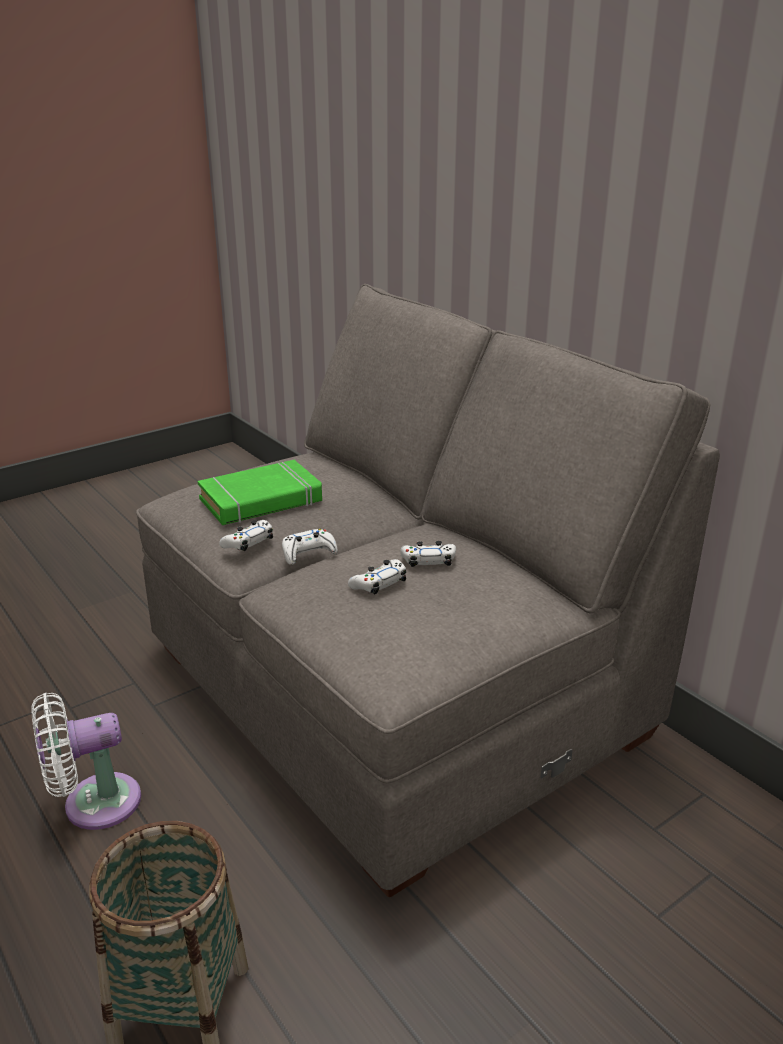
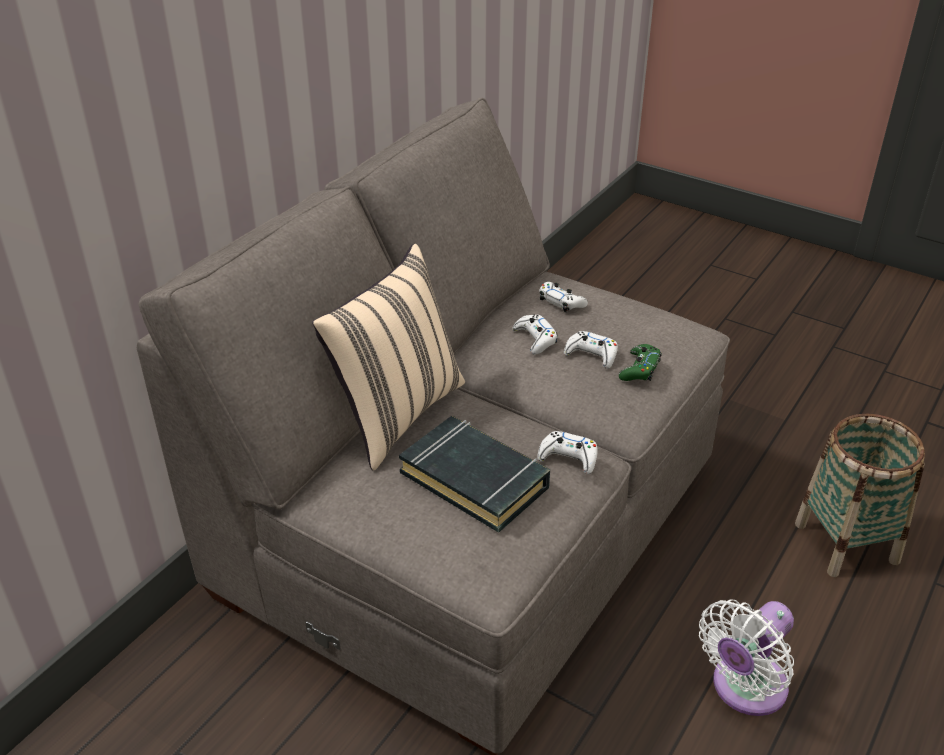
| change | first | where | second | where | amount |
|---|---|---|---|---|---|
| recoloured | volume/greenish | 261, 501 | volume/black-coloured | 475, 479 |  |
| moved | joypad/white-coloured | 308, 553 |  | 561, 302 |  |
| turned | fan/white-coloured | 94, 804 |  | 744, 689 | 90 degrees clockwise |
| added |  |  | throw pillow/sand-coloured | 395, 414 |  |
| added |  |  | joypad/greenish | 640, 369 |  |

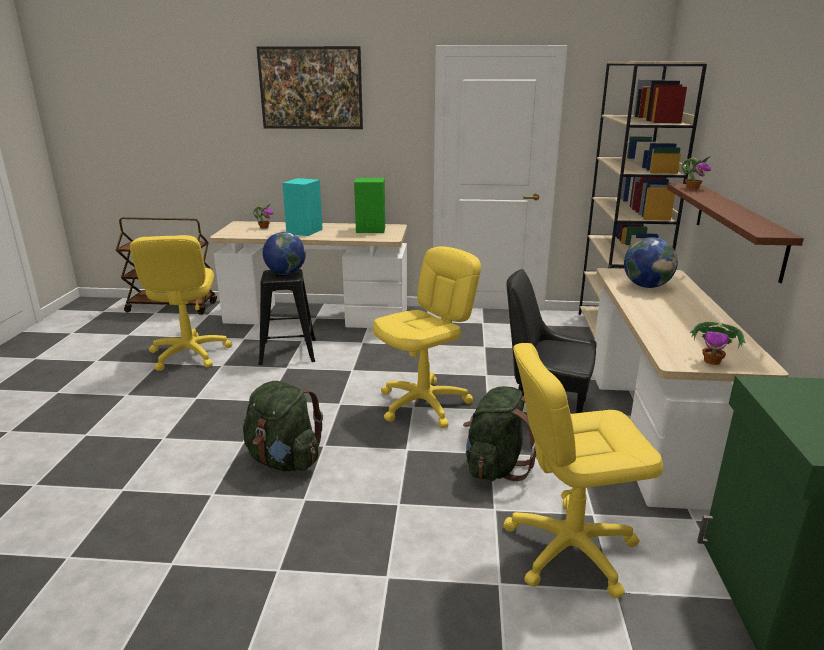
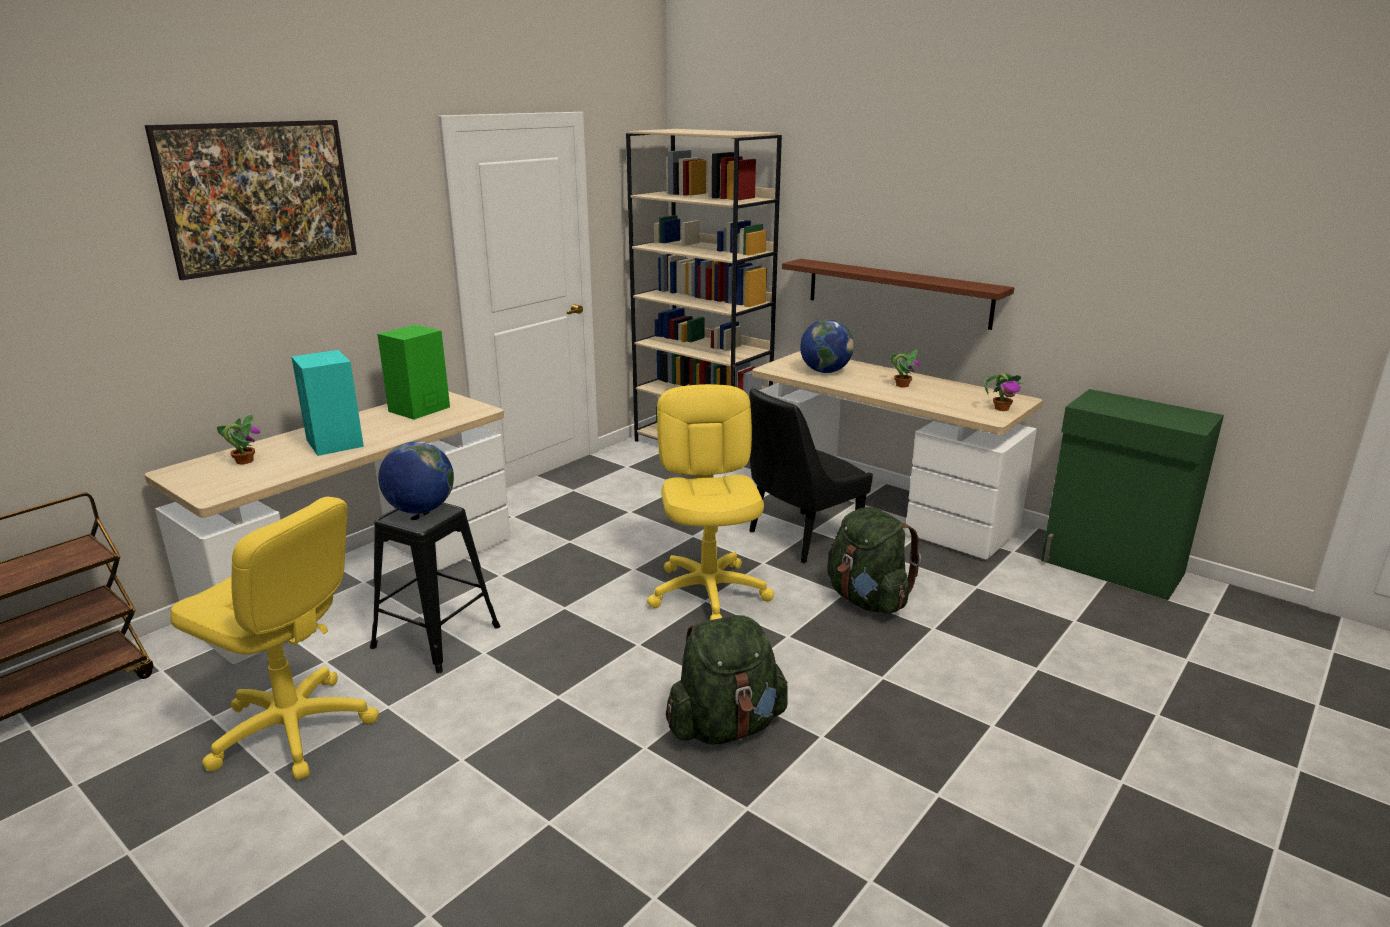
| change | first | where | second | where | amount |
|---|---|---|---|---|---|
| moved | potted plant | 692, 188 |  | 902, 385 |  |
| removed | office chair/yellow | 570, 549 |  |  |  |

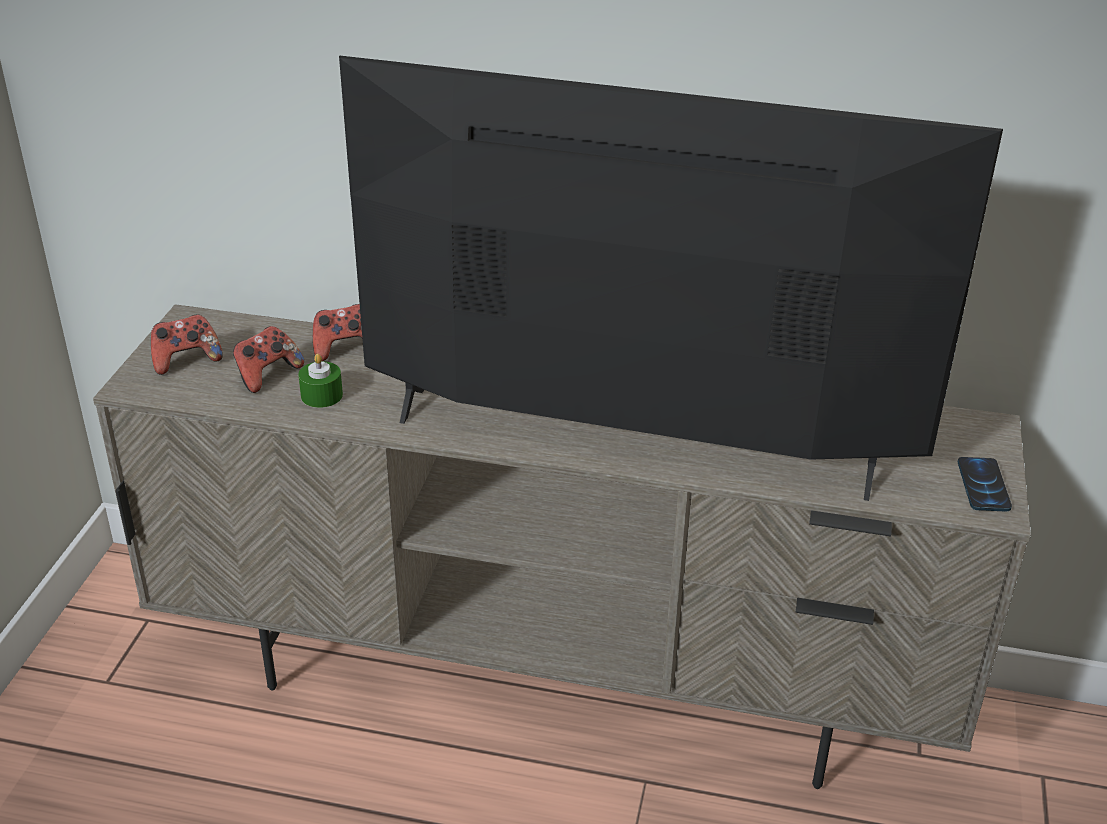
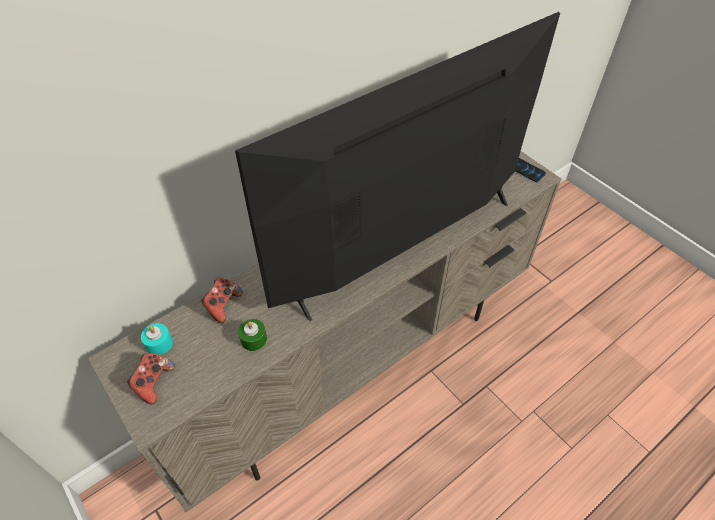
| change | first | where | second | where | amount |
|---|---|---|---|---|---|
| removed | joypad | 267, 374 |  |  |  |
| added |  |  | wax light/turquoise | 159, 343 |  |

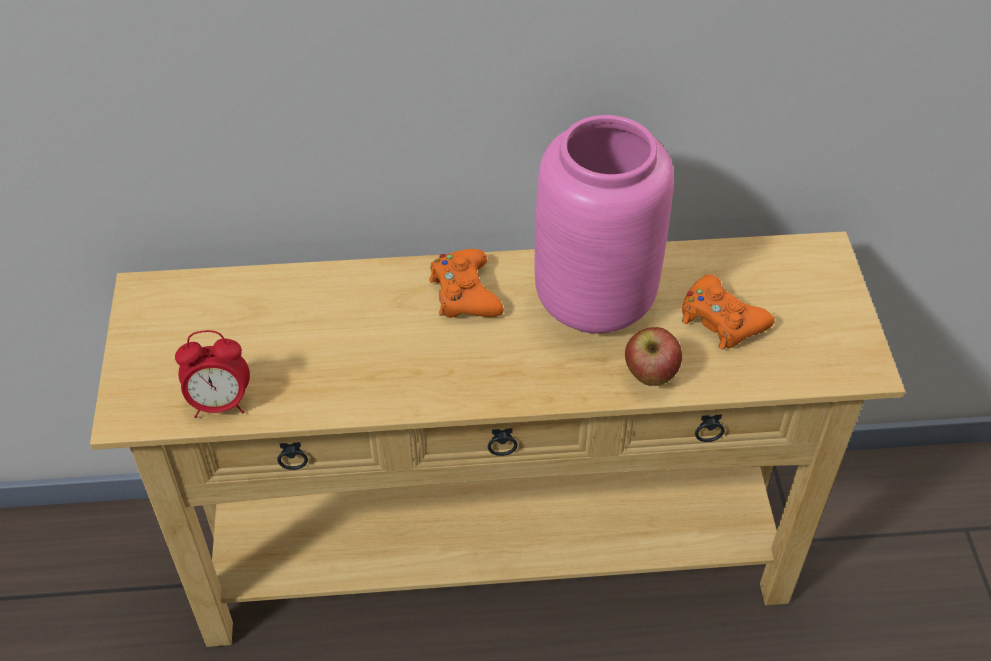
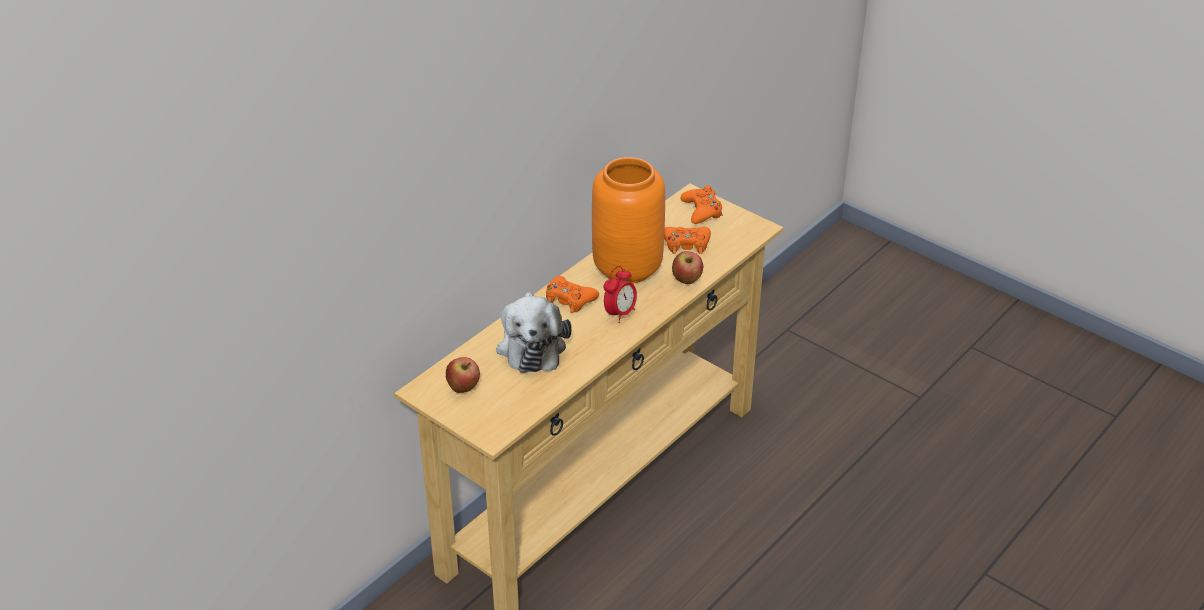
| change | first | where | second | where | amount |
|---|---|---|---|---|---|
| recoloured | decorative vase/pinkish | 597, 301 | decorative vase/orange-coloured | 628, 268 |  |
| moved | alarm clock | 220, 403 |  | 620, 313 |  |
| added |  |  | joypad/orange-coloured | 702, 211 |  |
| added |  |  | soft toy | 531, 345 |  |
| added |  |  | whole apple | 464, 388 |  |

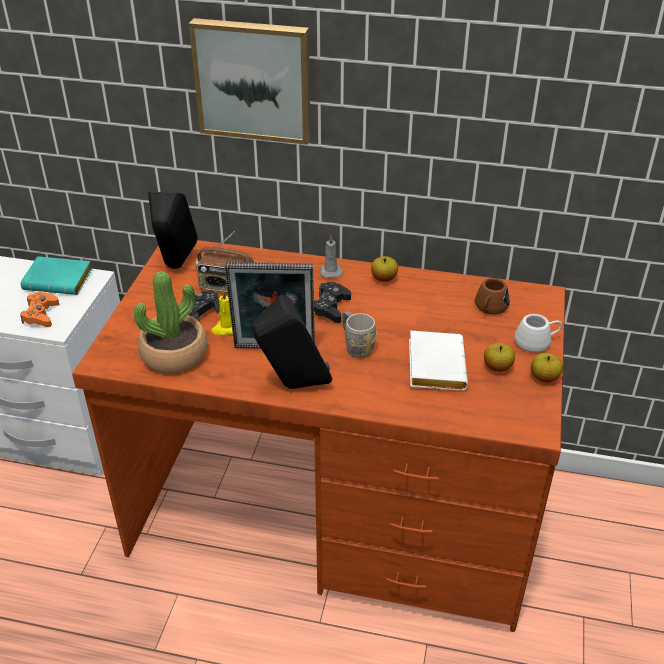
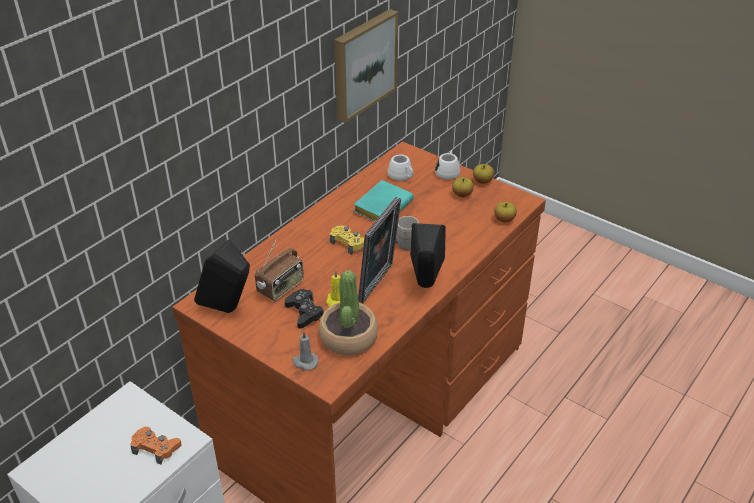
| change | first | where | second | where | amount |
|---|---|---|---|---|---|
| moved | wall art | 253, 80 |  | 363, 64 |  |
| moved | wax light/grey | 330, 271 |  | 304, 362 |  |
| moved | volume/turquoise | 60, 280 |  | 382, 206 |  |
| moved | whole apple | 384, 278 |  | 504, 219 |  |
| recoloured | mug/brownish | 489, 308 | mug/white-coloured | 402, 176 |  |
| recoloured | joypad/black-coloured | 330, 307 | joypad/yellow | 349, 243 |  |
| removed | volume/white-coloured | 433, 365 |  |  |  |

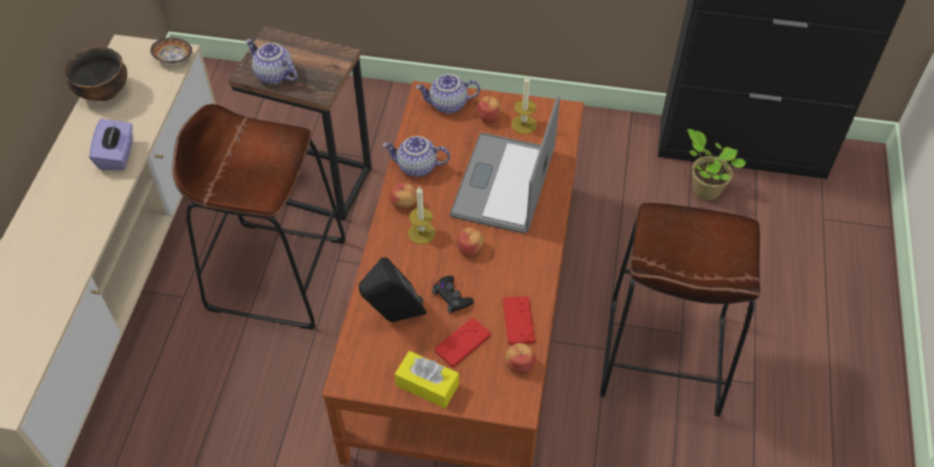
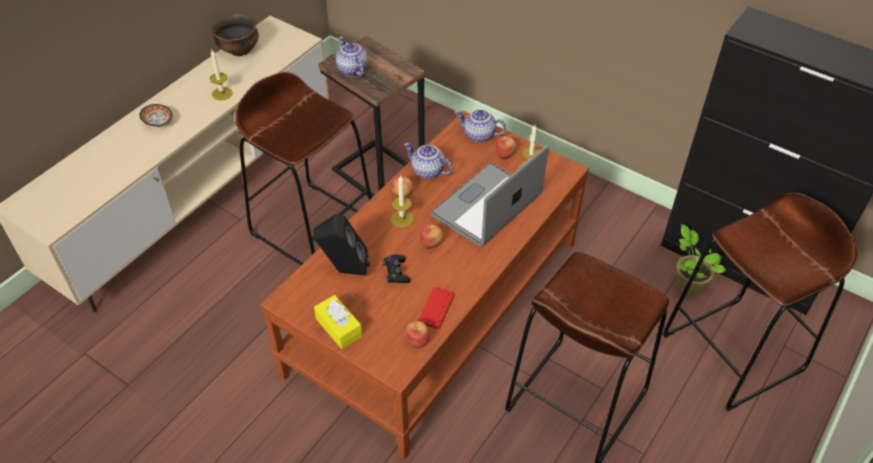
| change | first | where | second | where | amount |
|---|---|---|---|---|---|
| moved | bowl | 174, 59 |  | 158, 123 |  |
| replaced | tissue holder/purplish | 117, 155 | wax light | 222, 93 |  |
| removed | joypad/red | 462, 343 |  |  |  |
| added |  |  | stool seat/brownish | 733, 352 |  |

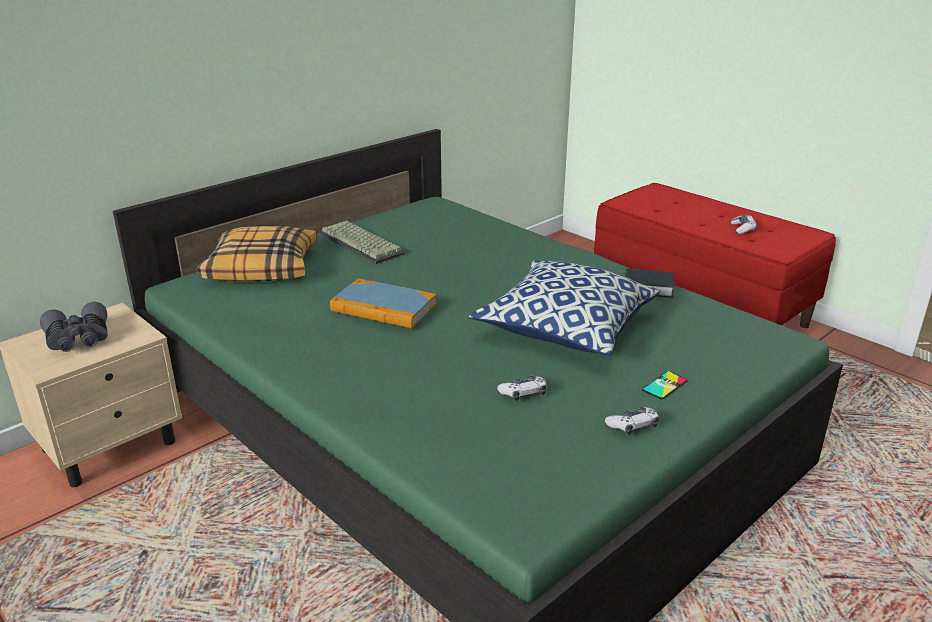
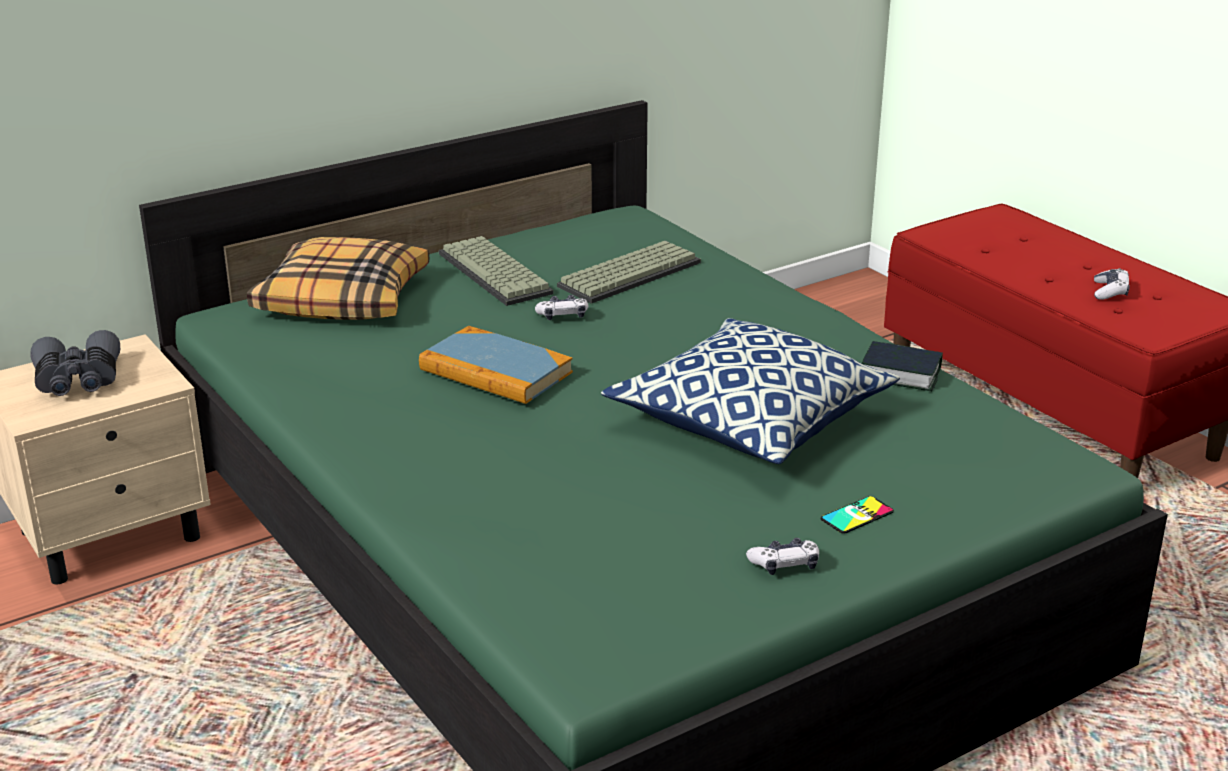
| change | first | where | second | where | amount |
|---|---|---|---|---|---|
| moved | joypad | 523, 393 |  | 563, 316 |  |
| added |  |  | PC keyboard | 629, 273 |  |

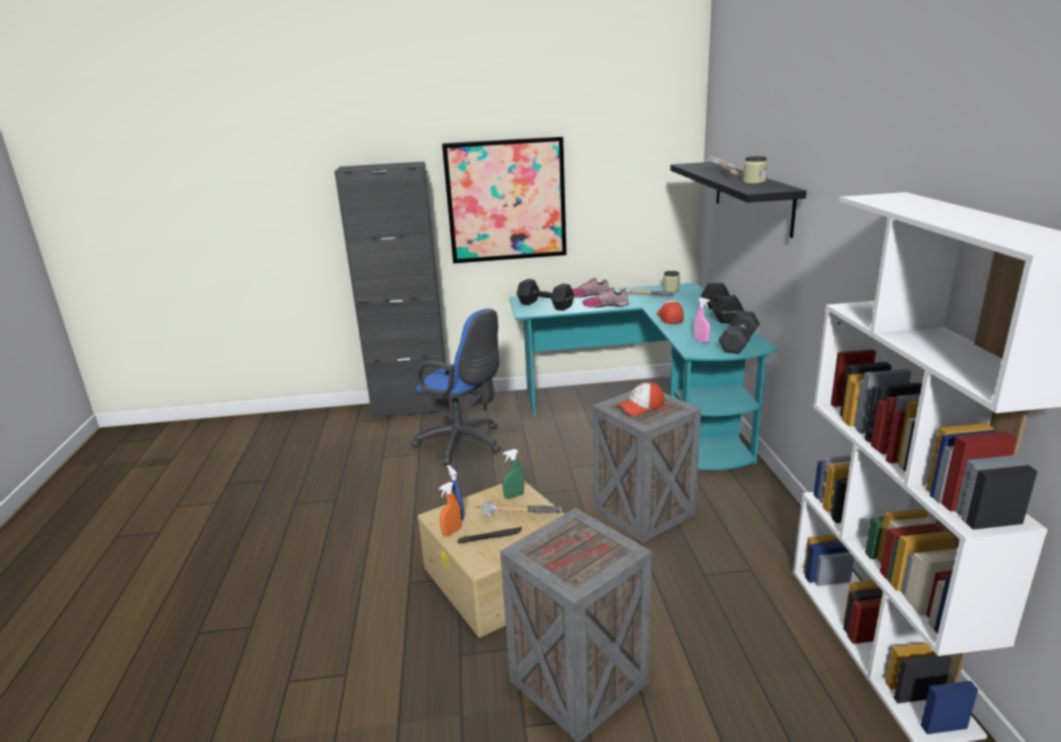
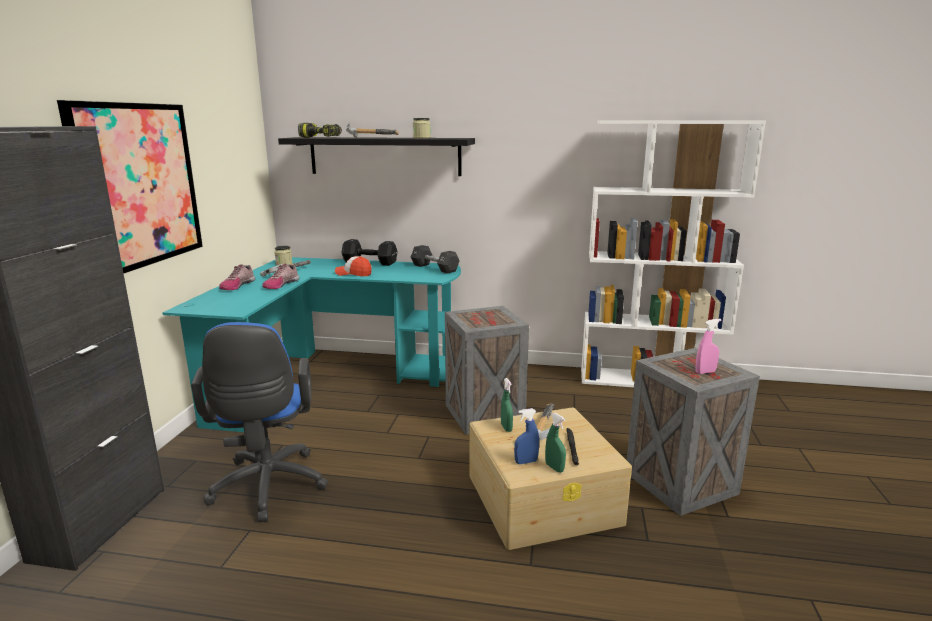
| change | first | where | second | where | amount |
|---|---|---|---|---|---|
| removed | dumbbell/black-coloured | 546, 306 |  |  |  |
| moved | hand sprayer/pinkish | 701, 341 |  | 705, 372 |  |
| turned | office chair/bluish | 464, 444 |  | 267, 489 | 120 degrees clockwise |
| removed | baseball cap | 641, 407 |  |  |  |
| recoloured | hand sprayer/orange-coloured | 451, 532 | hand sprayer/greenish | 554, 468 |  |
| added |  |  | power drill | 321, 137 |  |

